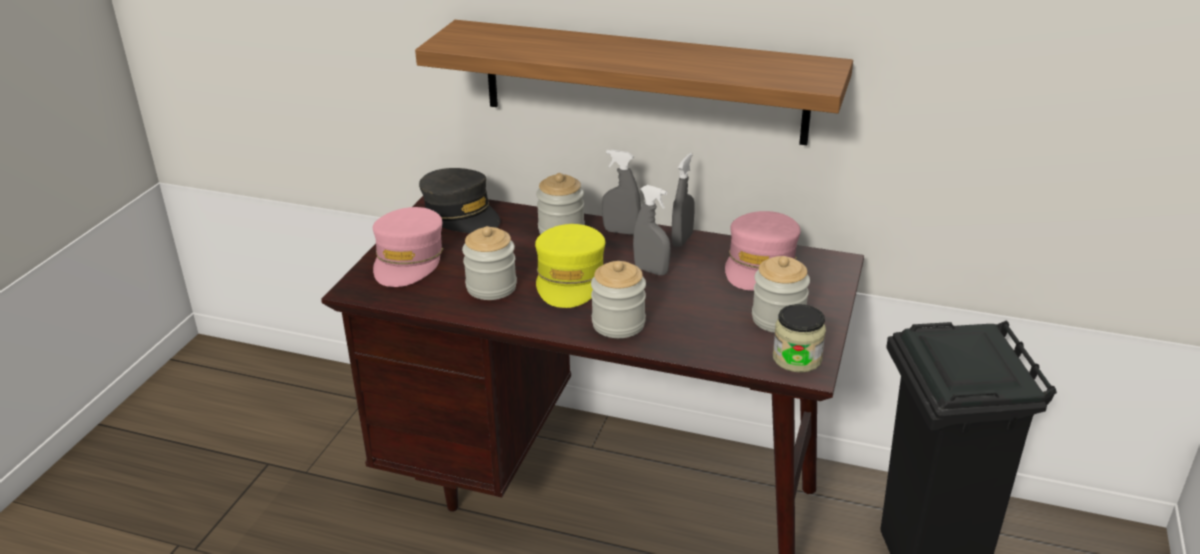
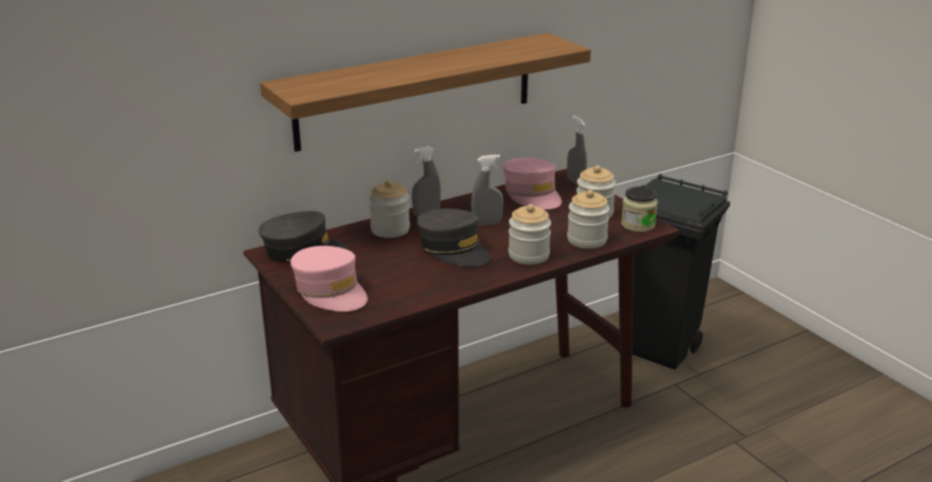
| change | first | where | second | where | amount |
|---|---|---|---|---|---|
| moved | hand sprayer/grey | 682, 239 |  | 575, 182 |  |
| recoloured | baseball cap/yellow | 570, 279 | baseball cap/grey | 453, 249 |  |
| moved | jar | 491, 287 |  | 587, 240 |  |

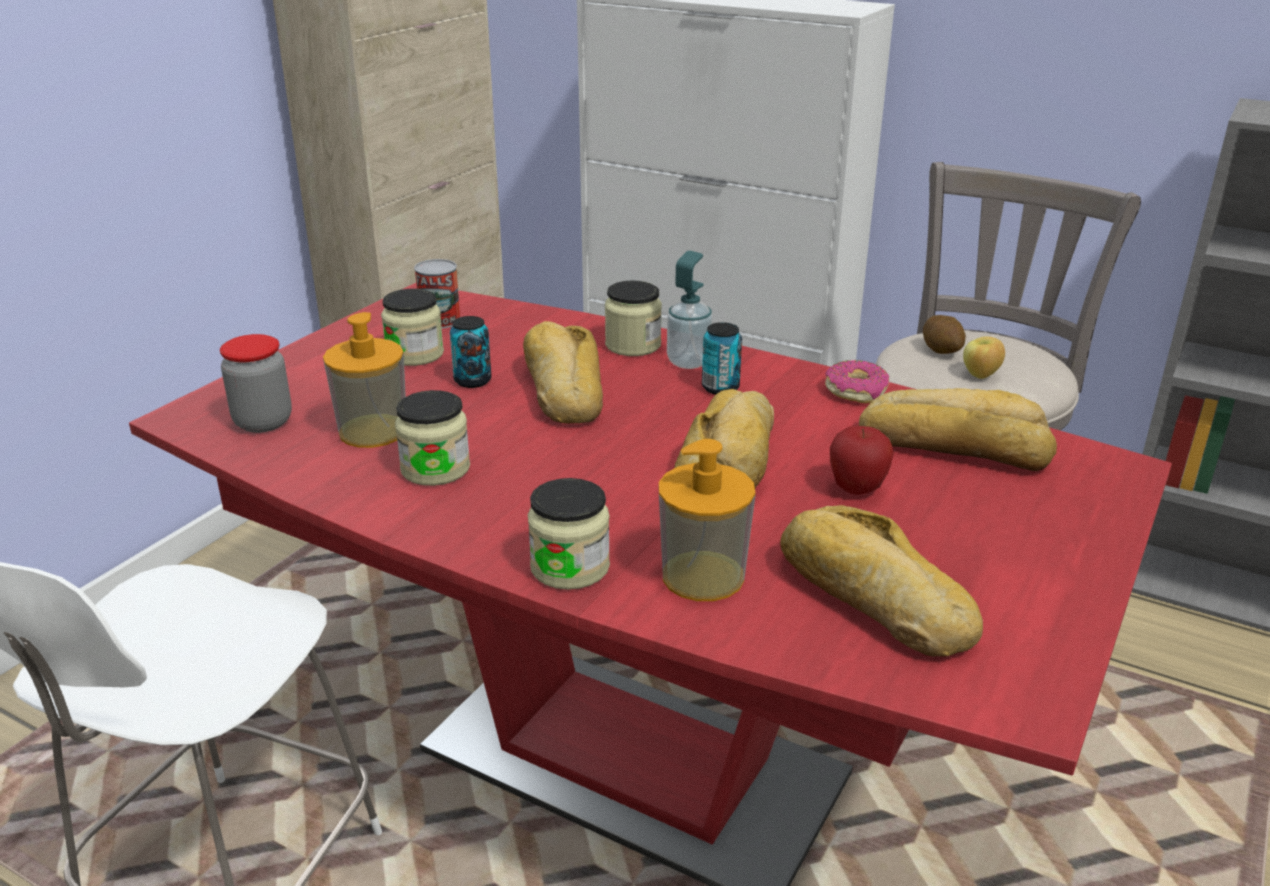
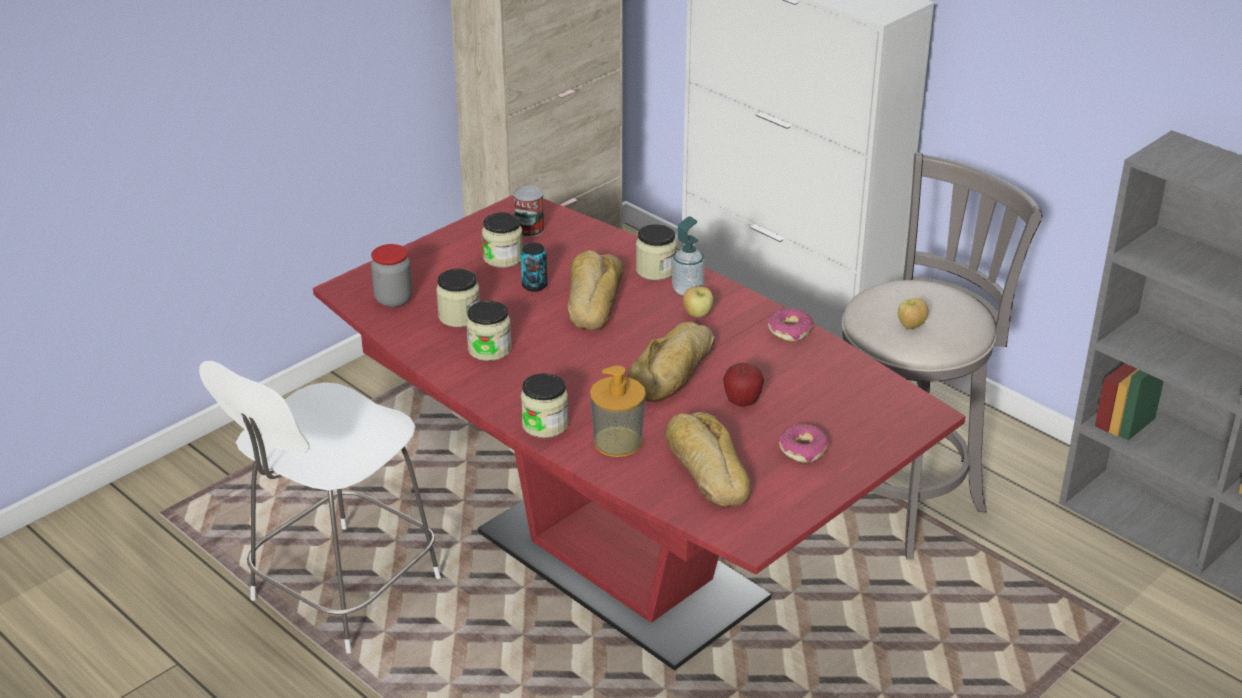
| change | first | where | second | where | amount |
|---|---|---|---|---|---|
| replaced | soap dispenser | 373, 431 | jar | 459, 316 |  |
| removed | spud | 942, 350 |  |  |  |
| replaced | sealed can | 720, 388 | whole apple | 698, 315 |  |
| removed | bread | 954, 445 |  |  |  |
| added |  |  | doughnut | 803, 450 |  |

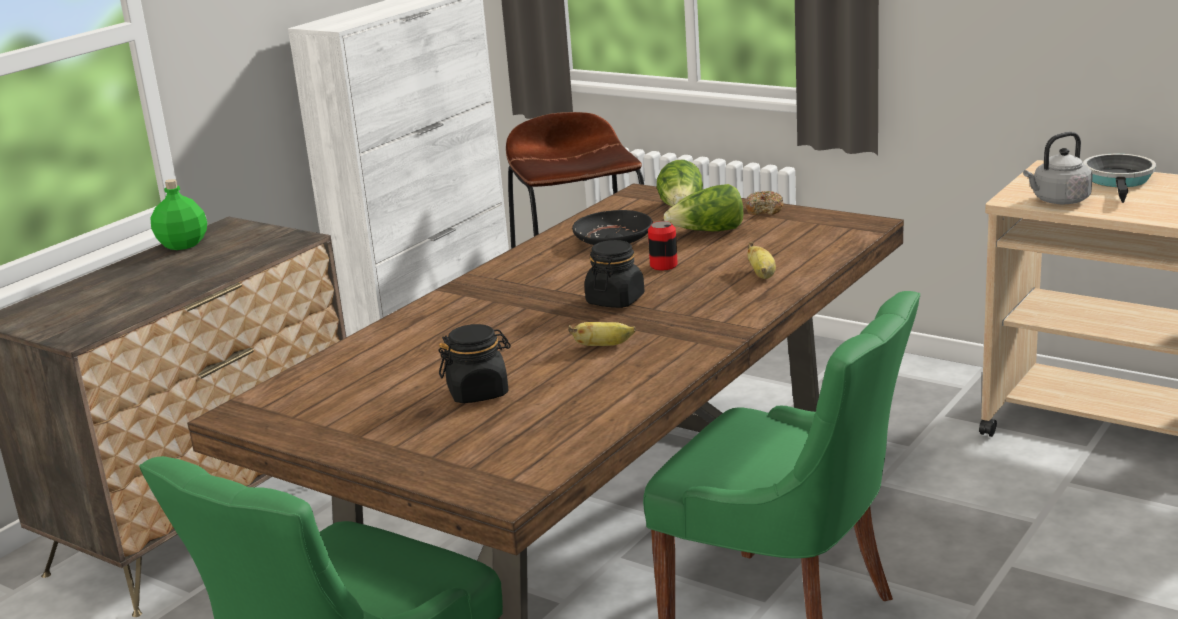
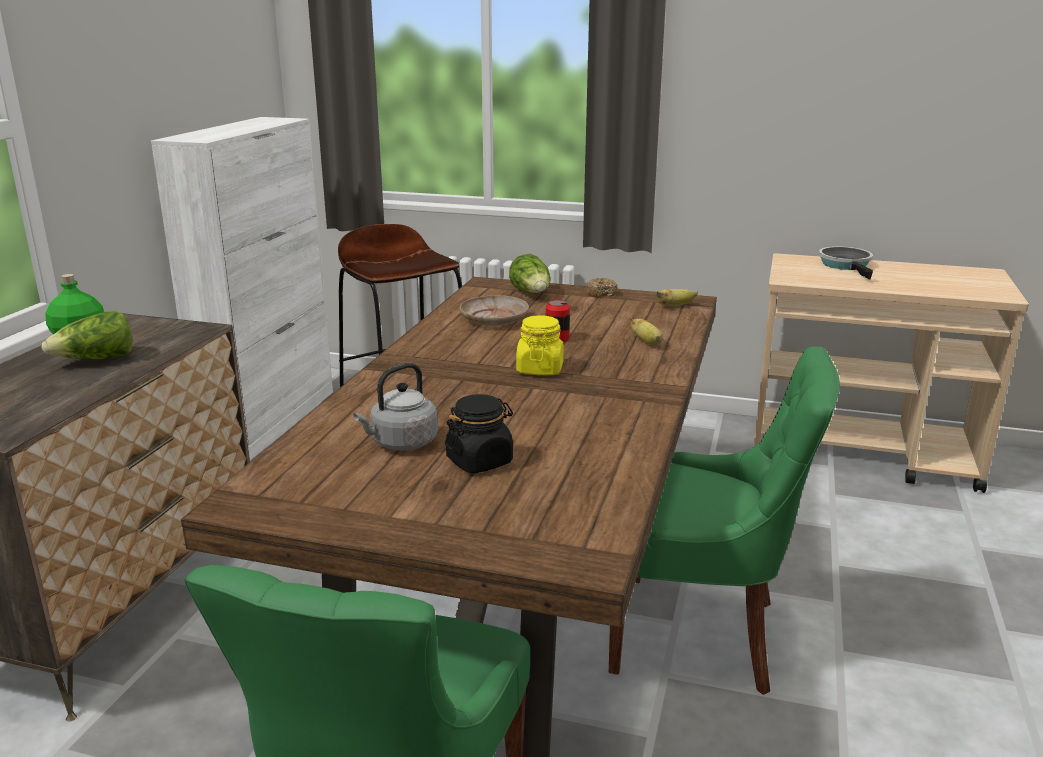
| change | first | where | second | where | amount |
|---|---|---|---|---|---|
| moved | kettle/grey | 1058, 201 |  | 401, 443 |  |
| moved | lettuce head | 708, 232 |  | 96, 360 |  |
| recoloured | plate/black-coloured | 613, 239 | plate/sand-coloured | 494, 319 |  |
| recoloured | jar/black-coloured | 615, 300 | jar/yellow | 540, 369 |  |
| moved | banana | 603, 346 |  | 675, 306 |  |

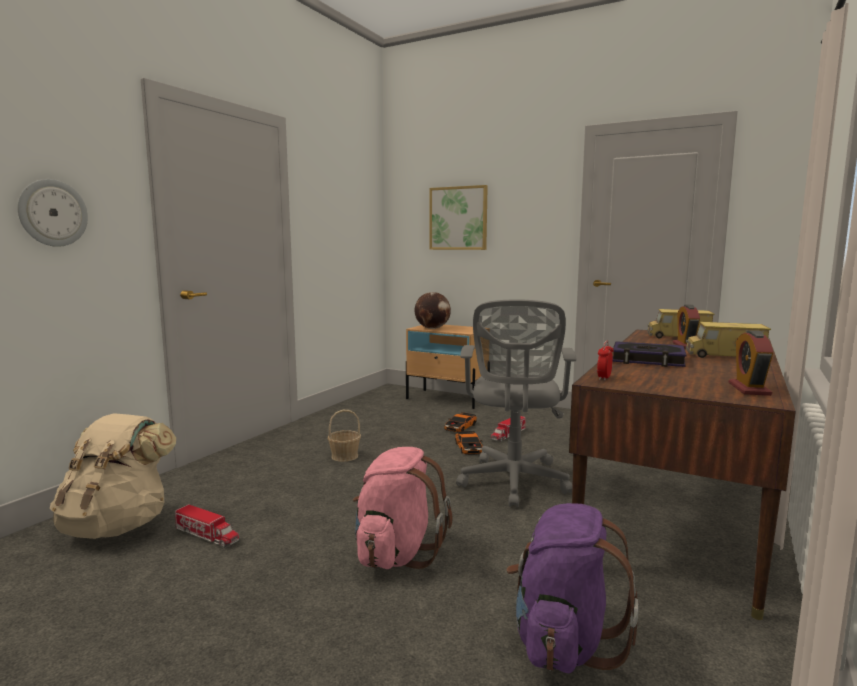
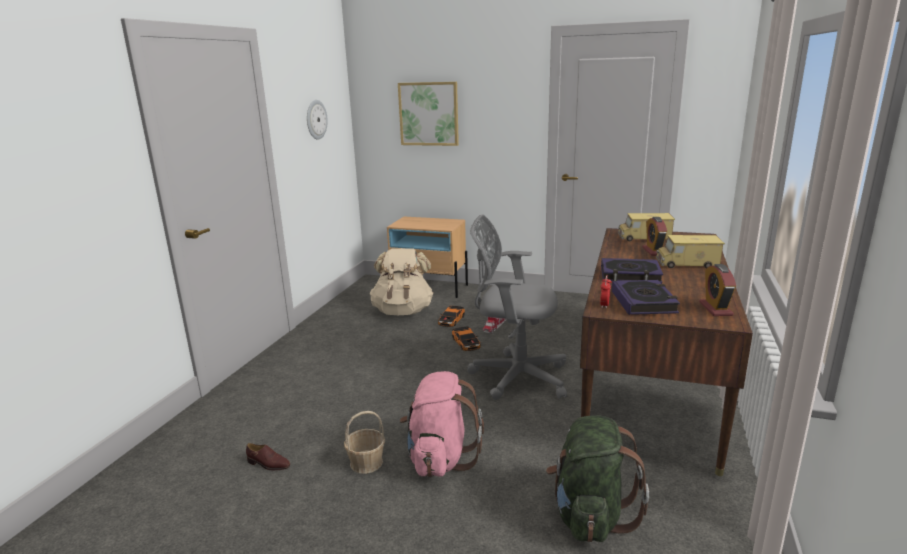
| change | first | where | second | where | amount |
|---|---|---|---|---|---|
| moved | wall clock | 52, 213 |  | 316, 119 |  |
| removed | desk globe | 432, 328 |  |  |  |
| turned | office chair/grey | 513, 483 |  | 515, 376 | 105 degrees clockwise |
| moved | household basket | 344, 456 |  | 366, 462 |  |
| moved | rucksack/sand-coloured | 117, 526 |  | 403, 311 |  |
| recoloured | rucksack/purplish | 563, 641 | rucksack/greenish | 590, 515 |  |
| replaced | toy lorry | 207, 535 | item of footwear/brownish | 268, 464 |  |
| added |  |  | volume | 643, 302 |  |

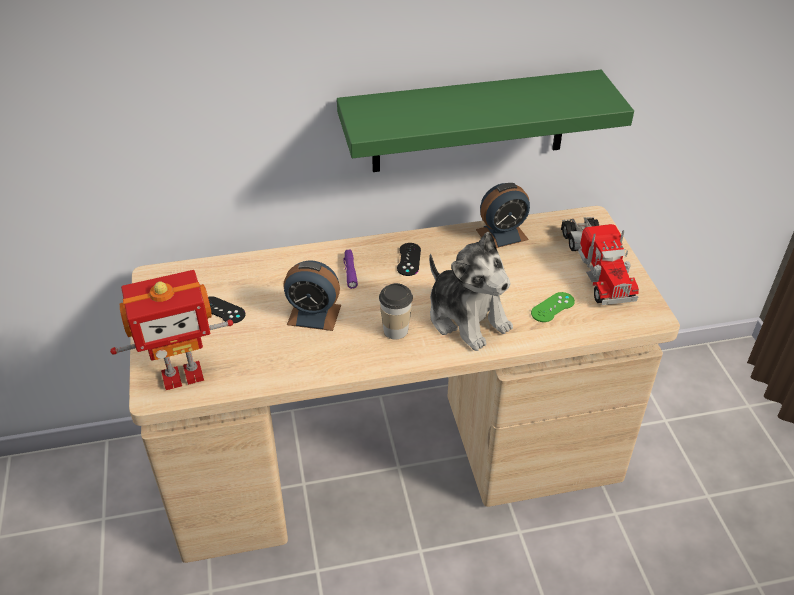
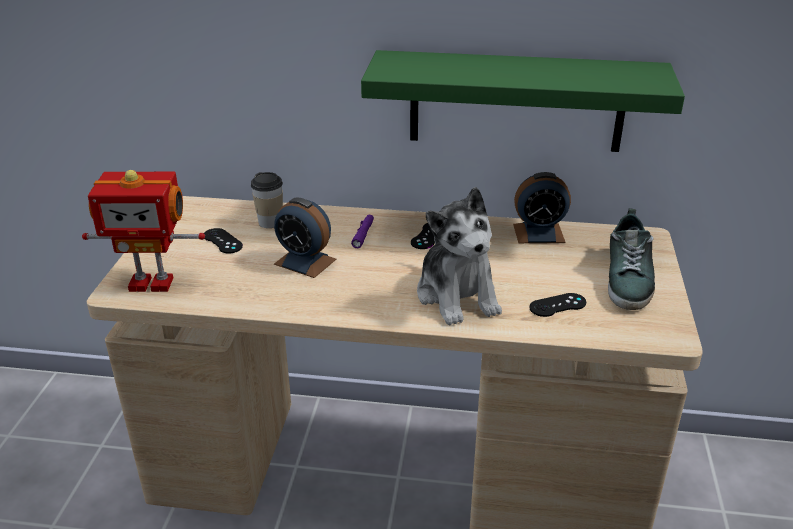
| change | first | where | second | where | amount |
|---|---|---|---|---|---|
| replaced | toy lorry | 595, 266 | item of footwear | 628, 278 |  |
| moved | cup | 395, 330 |  | 270, 222 |  |
| recoloured | joypad/greenish | 552, 307 | joypad/black-coloured | 557, 305 |  |

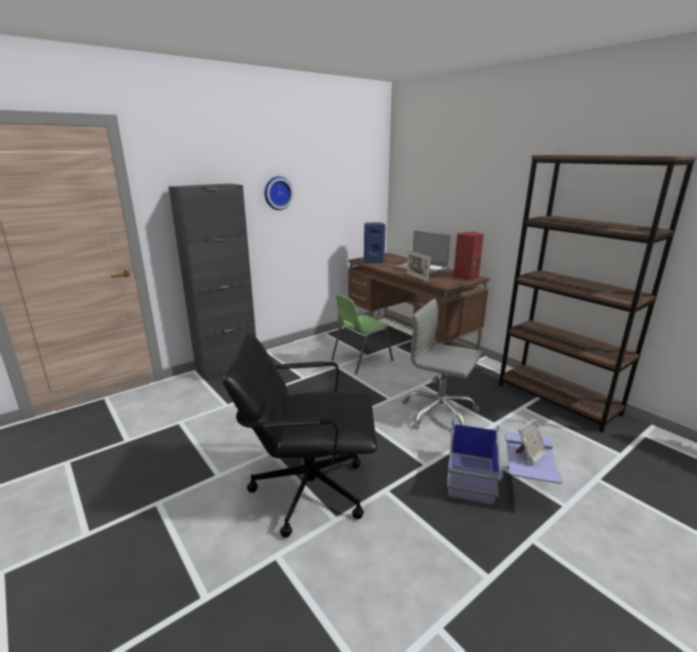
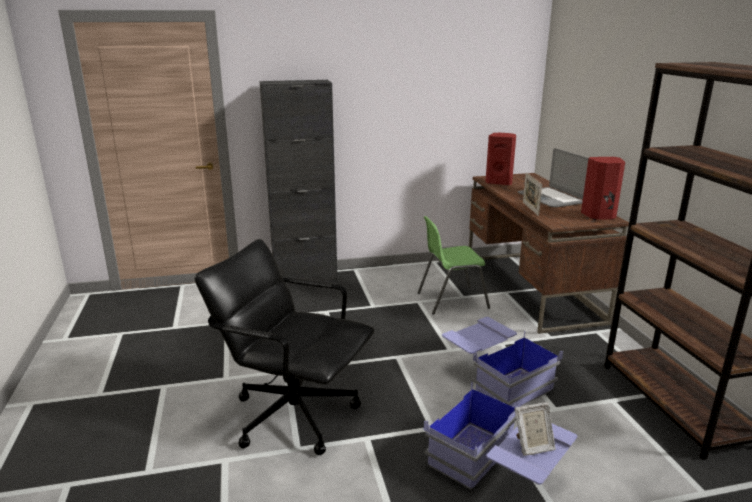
| change | first | where | second | where | amount |
|---|---|---|---|---|---|
| removed | wall clock | 277, 193 |  |  |  |
| recoloured | loudspeaker/bluish | 373, 262 | loudspeaker/red | 499, 182 |  |
| replaced | office chair/grey | 439, 413 | storage container/bluish | 495, 379 |  |

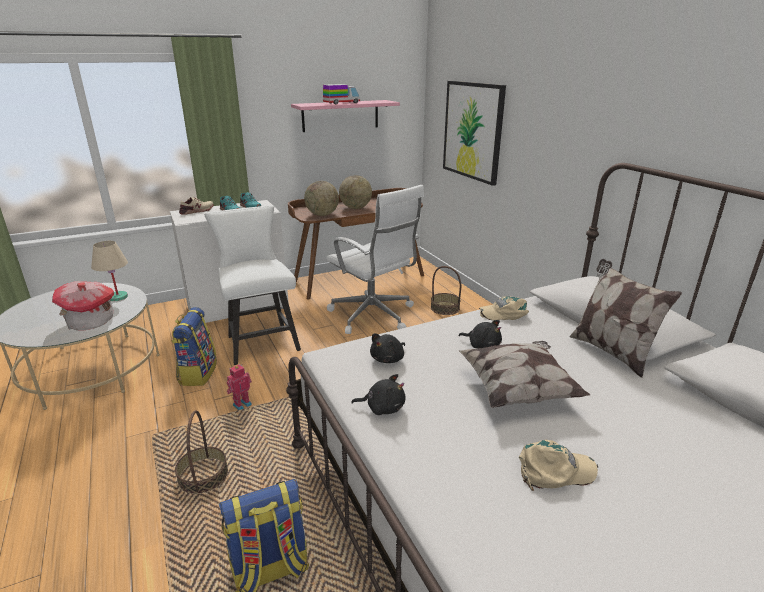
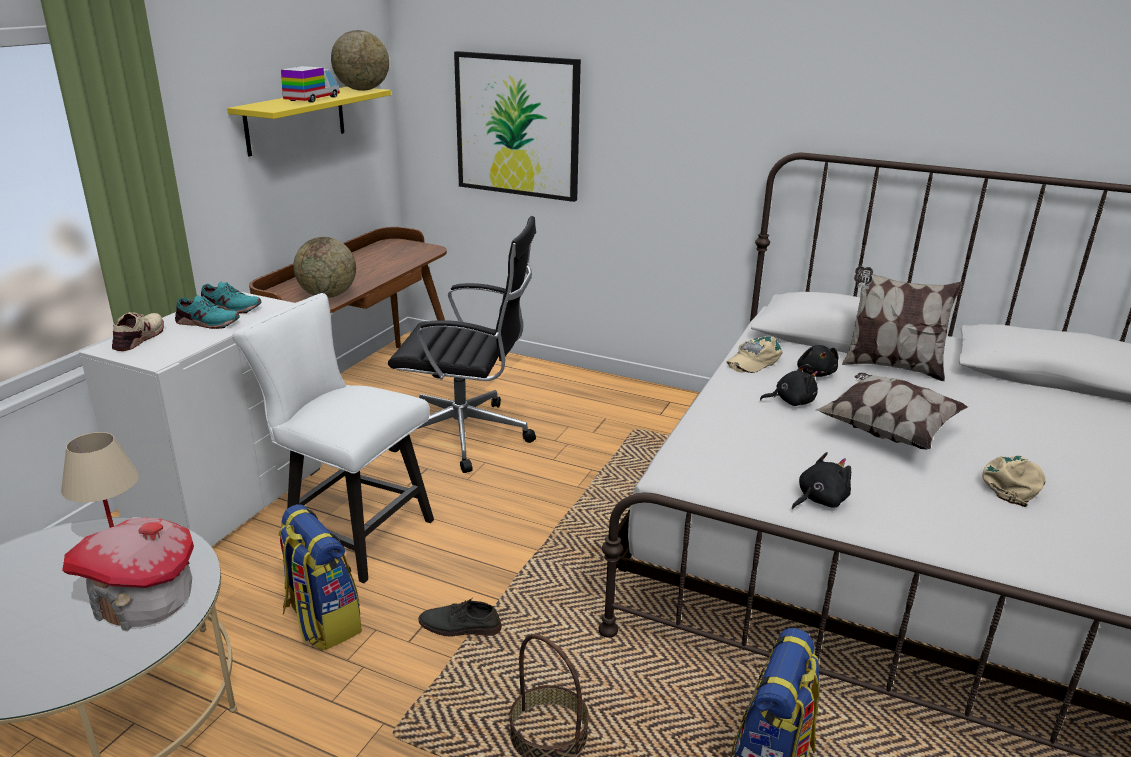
| change | first | where | second | where | amount |
|---|---|---|---|---|---|
| recoloured | wall shelf/pinkish | 340, 115 | wall shelf/yellow | 296, 120 |  |
| moved | desk globe | 355, 208 |  | 362, 90 |  |
| recoloured | office chair/white-coloured | 373, 316 | office chair/black-coloured | 467, 436 |  |
| removed | household basket | 445, 308 |  |  |  |
| moved | soft toy/black-coloured | 388, 359 |  | 816, 373 |  |
| replaced | robot figure | 241, 404 | item of footwear/grey | 459, 626 |  |

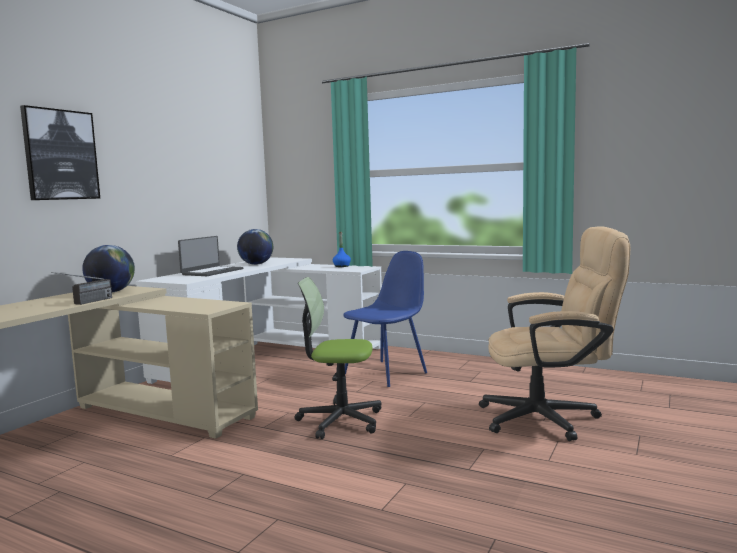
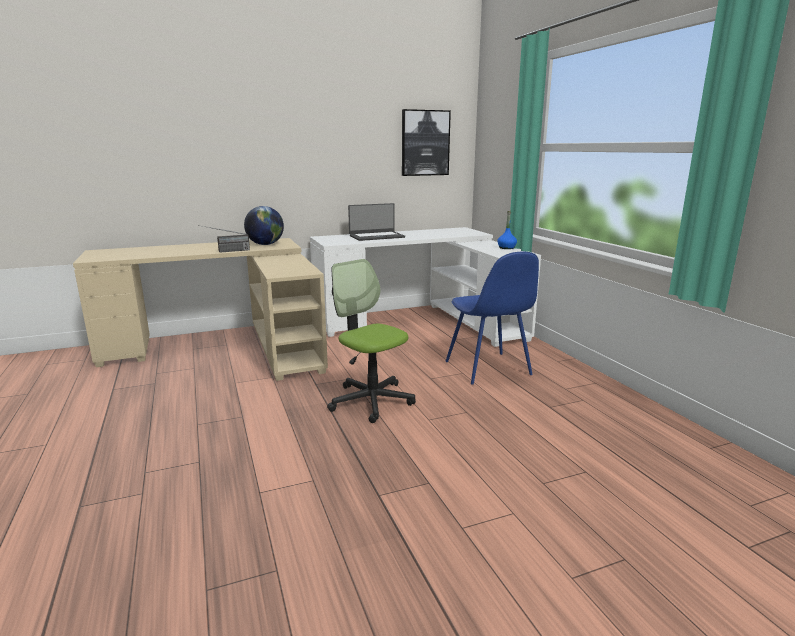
| change | first | where | second | where | amount |
|---|---|---|---|---|---|
| moved | wall art | 60, 155 |  | 425, 143 |  |
| removed | office chair/sand-coloured | 550, 418 |  |  |  |
| removed | desk globe | 256, 264 |  |  |  |
| turned | chair/bluish | 386, 373 |  | 488, 369 | 75 degrees clockwise |

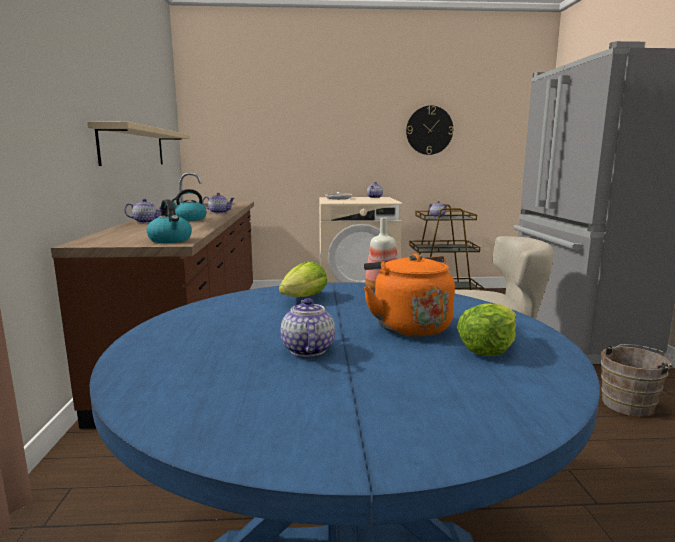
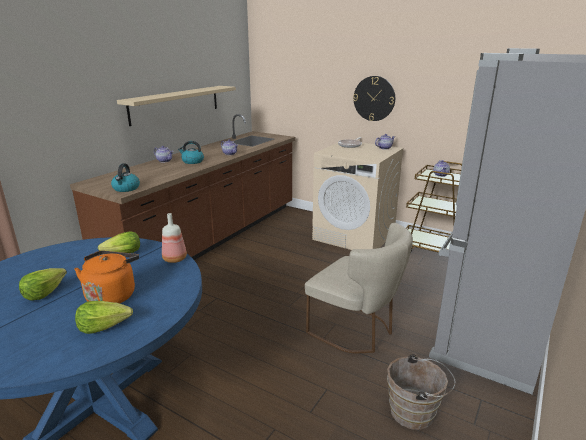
| change | first | where | second | where | amount |
|---|---|---|---|---|---|
| moved | wall clock | 429, 130 |  | 374, 98 |  |
| replaced | tea pot | 307, 349 | lettuce head | 44, 293 |  |

